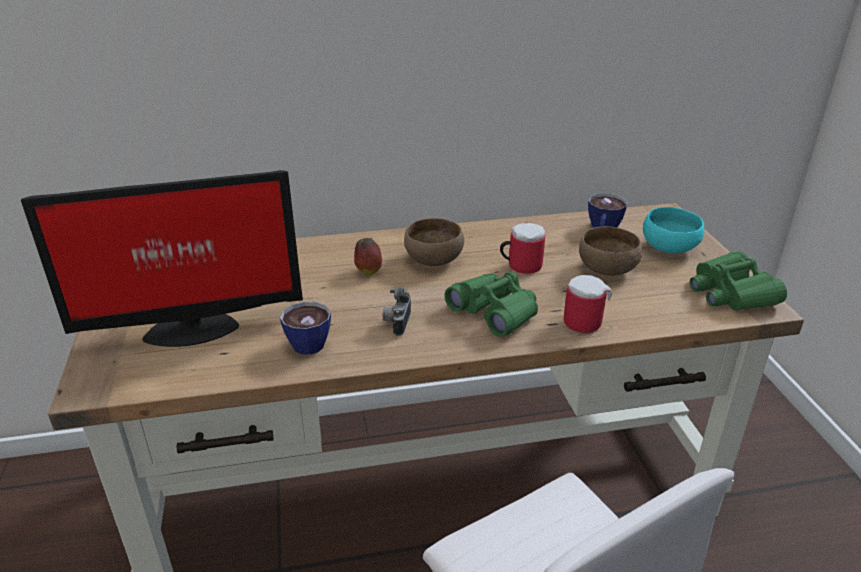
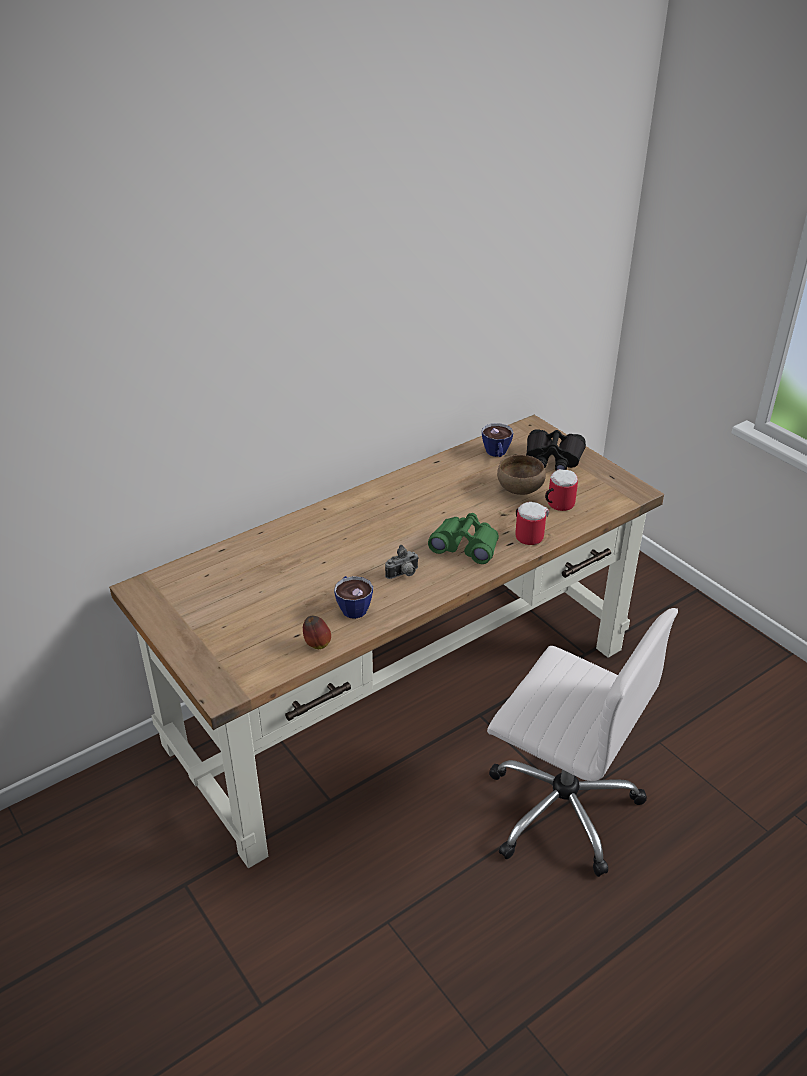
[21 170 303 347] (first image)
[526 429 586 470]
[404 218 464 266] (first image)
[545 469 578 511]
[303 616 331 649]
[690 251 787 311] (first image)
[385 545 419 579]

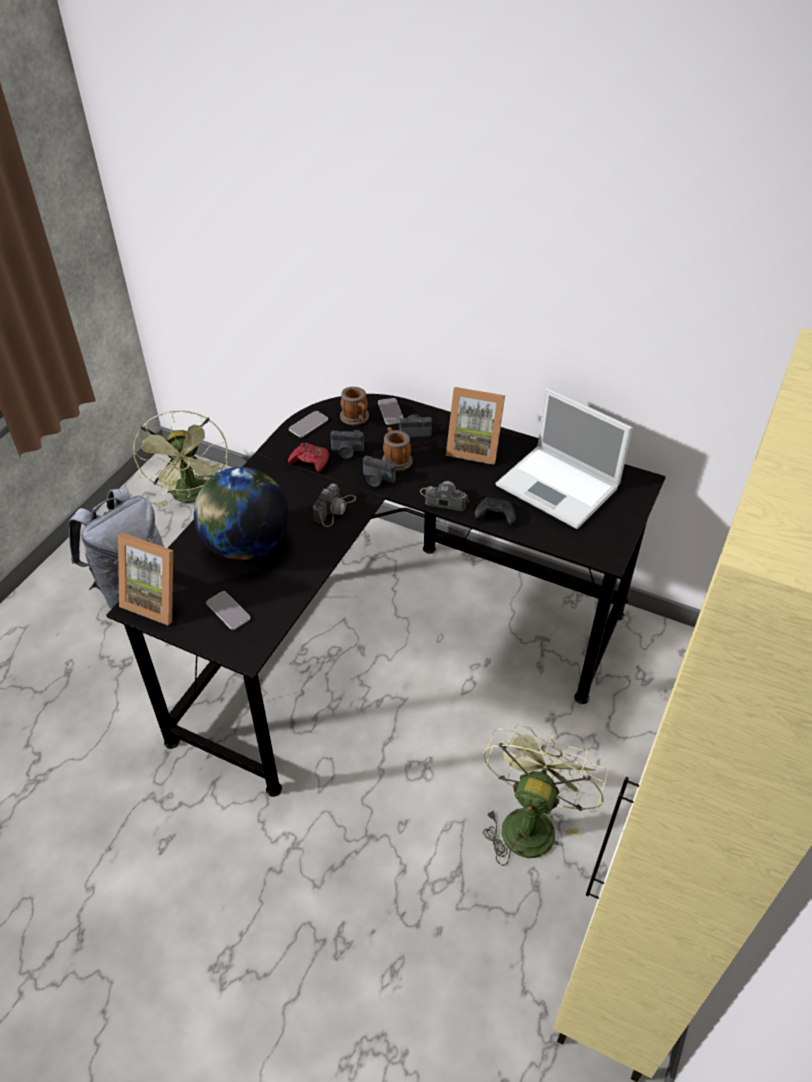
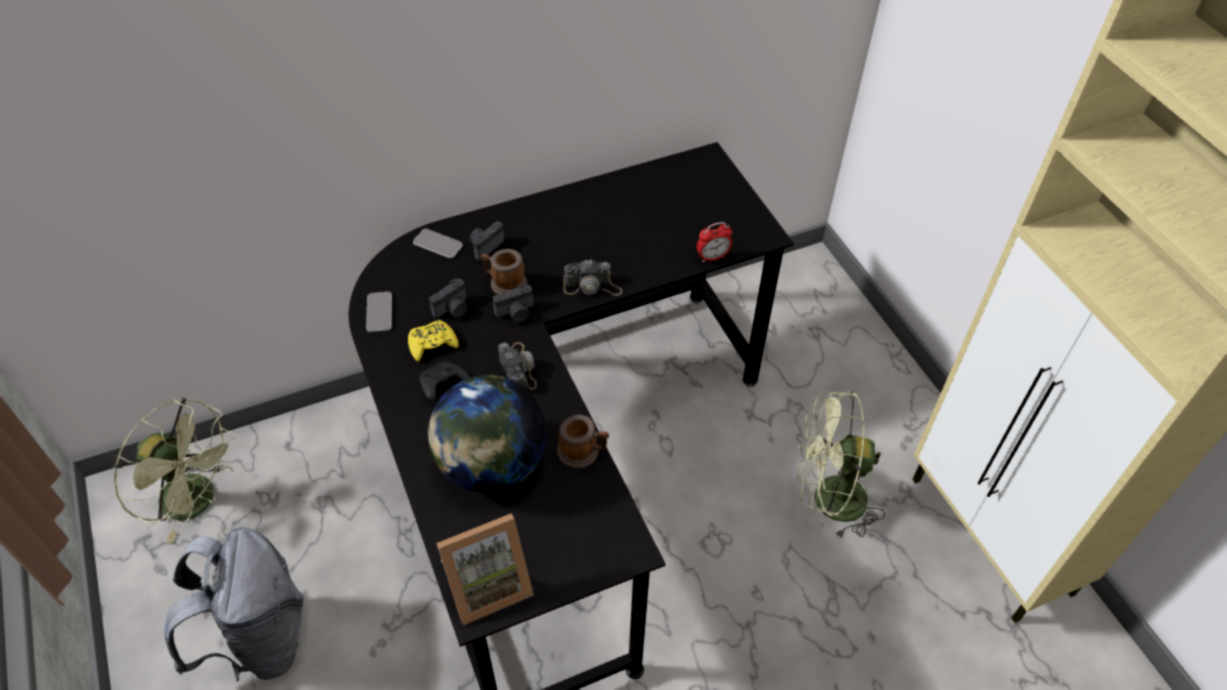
[557 415 609 468]
[446 387 505 465] (first image)
[495 387 633 529] (first image)
[408 320 459 362]
[563 259 622 296]
[420 361 470 402]
[206 591 250 630] (first image)
[796 391 885 539]
[697 222 732 262]

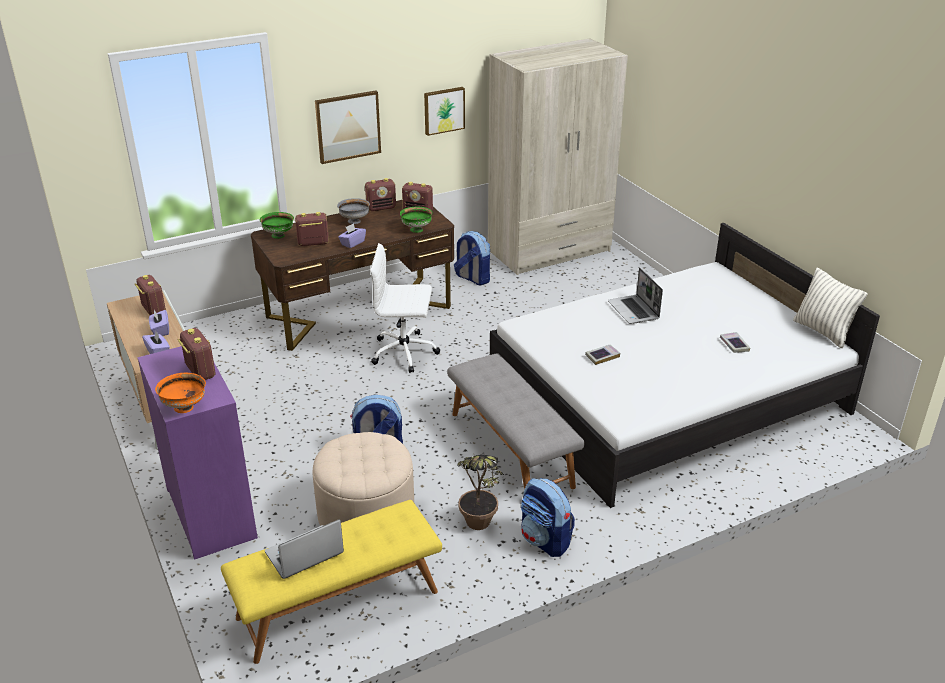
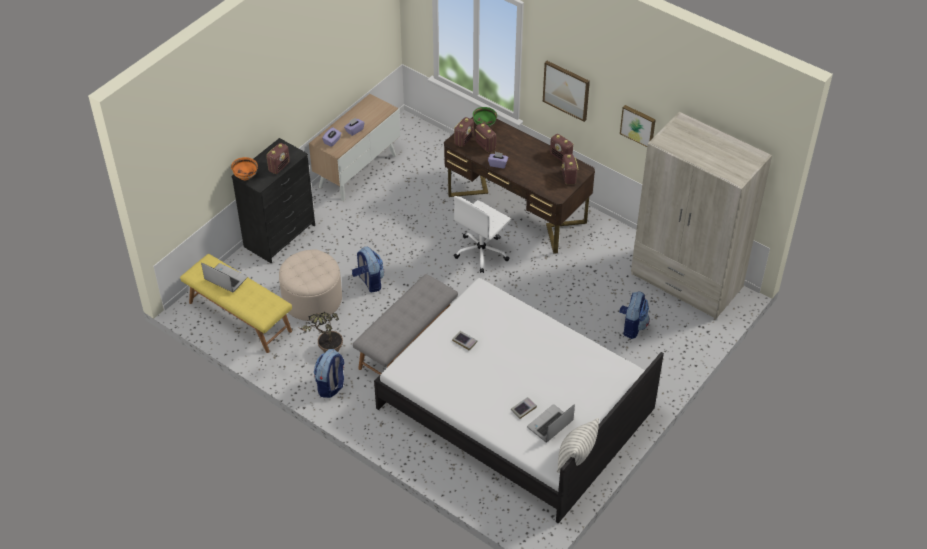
[337 198 370 224] (first image)
[400 207 433 233] (first image)
[619 291 650 339]
[454 196 511 273]
[527 404 575 442]
[454 117 474 147]
[231 138 315 263]

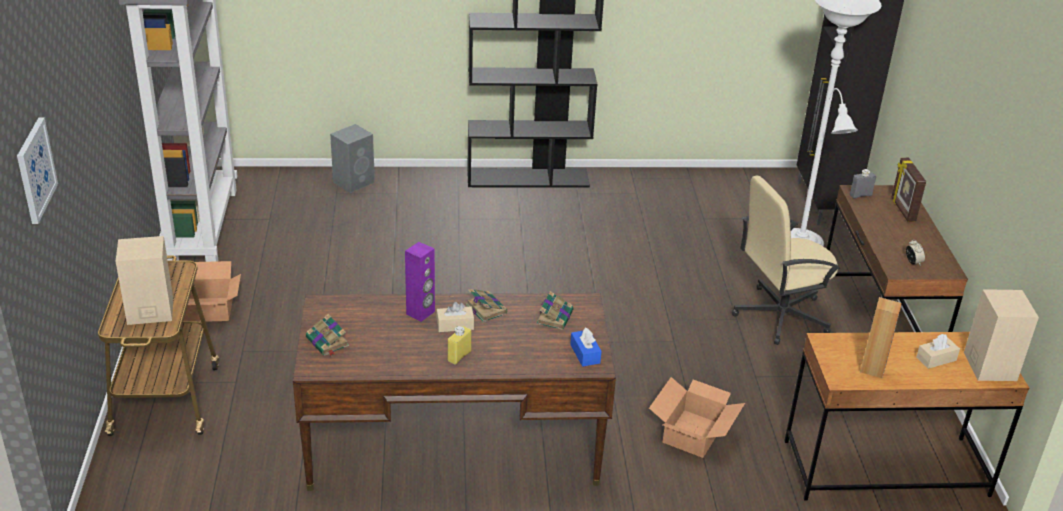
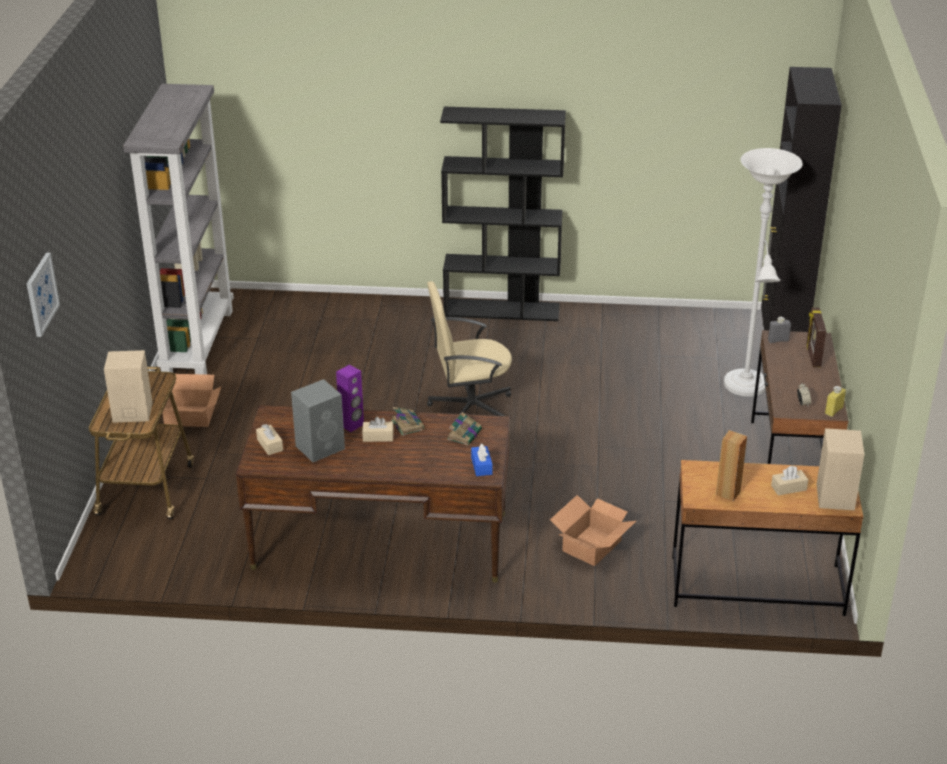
[291 379 345 462]
[427 281 512 416]
[256 424 283 455]
[825 386 846 417]

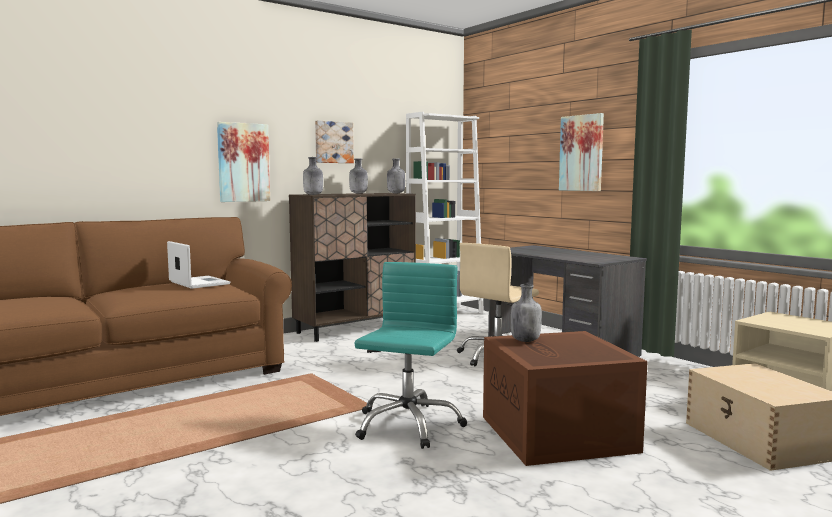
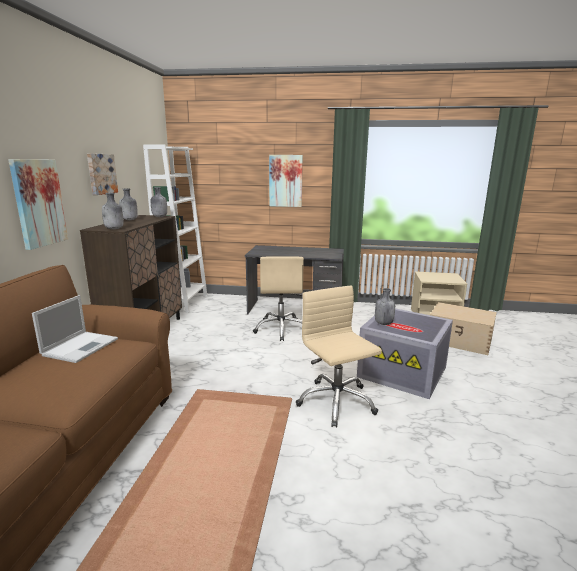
[32 295 118 363]
[296 286 382 428]
[357 308 453 399]

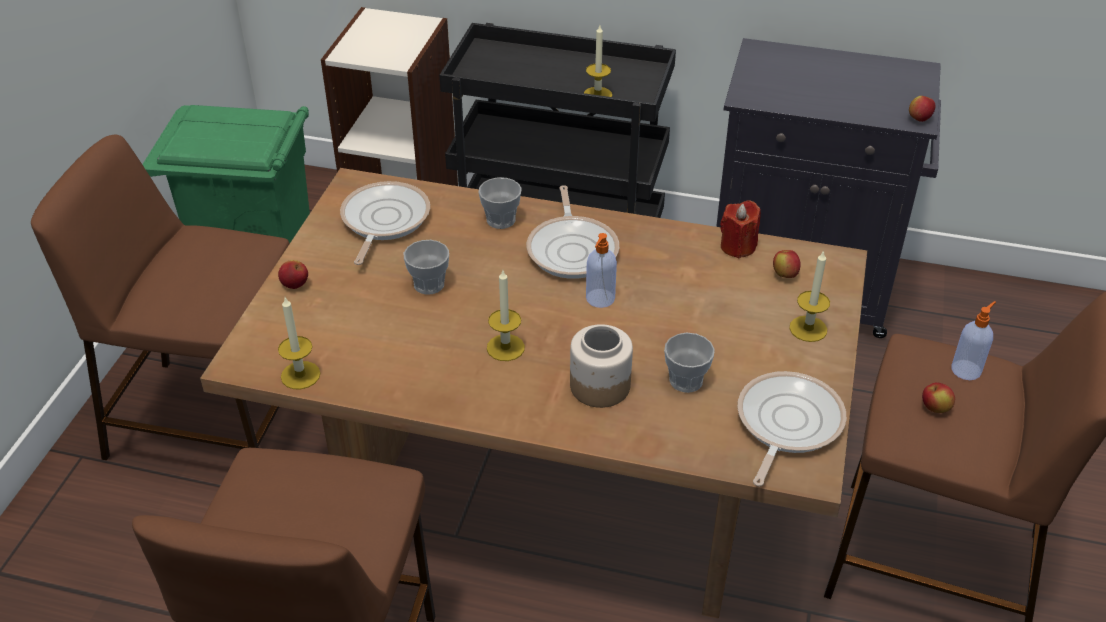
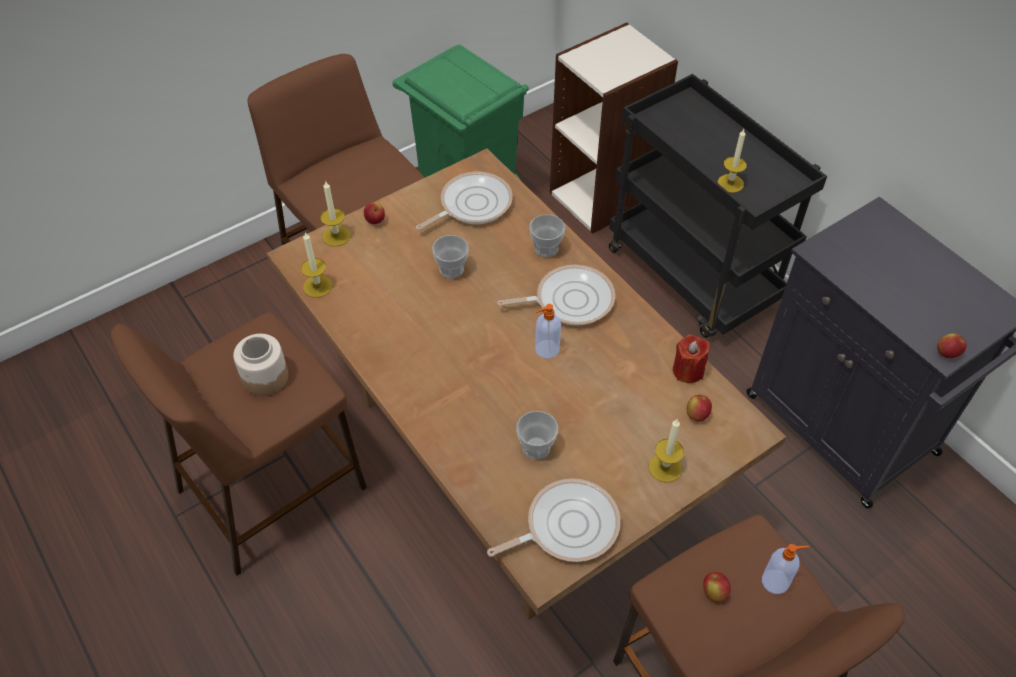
[497 265 615 326]
[320 180 350 246]
[233 334 288 396]

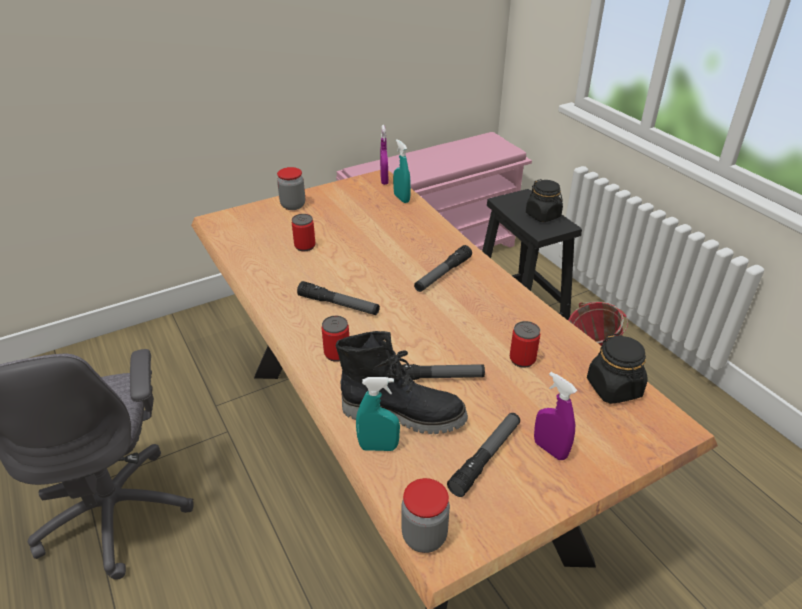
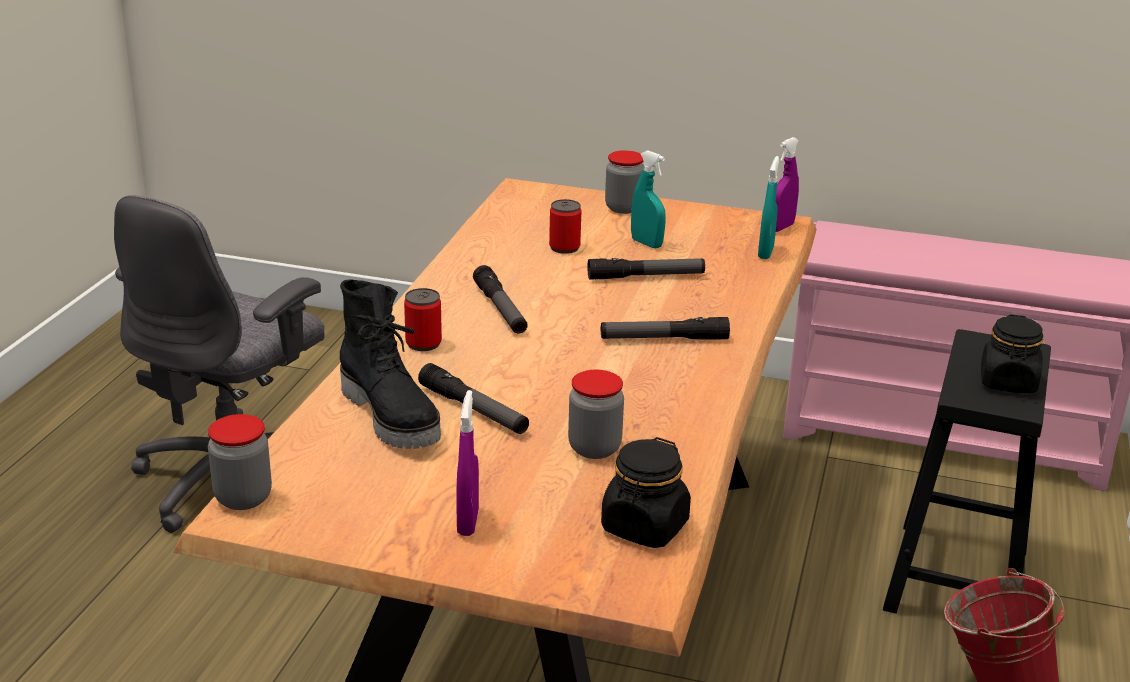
[568 370 624 459]
[631 150 666 248]
[588 258 705 280]

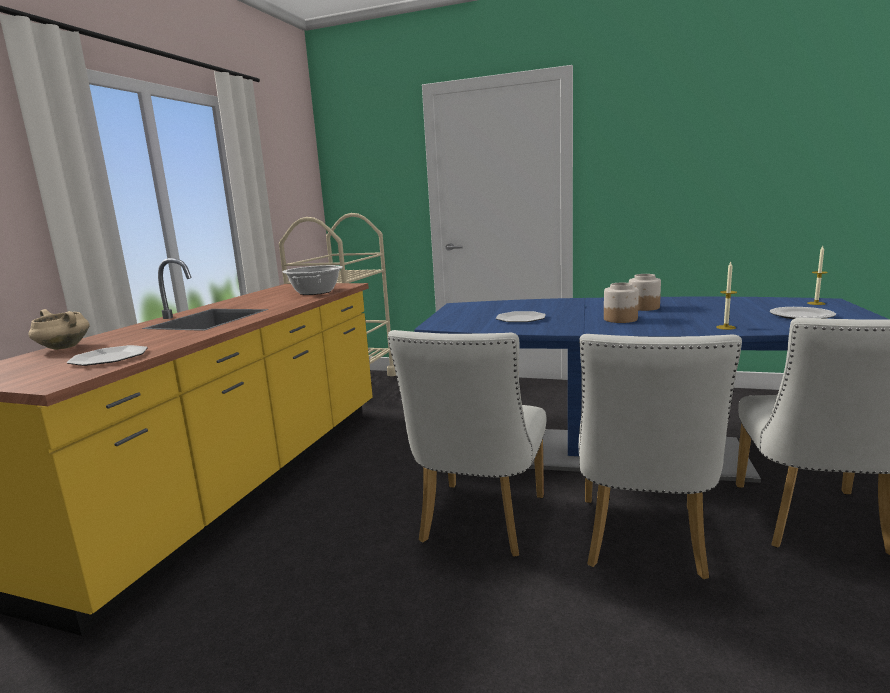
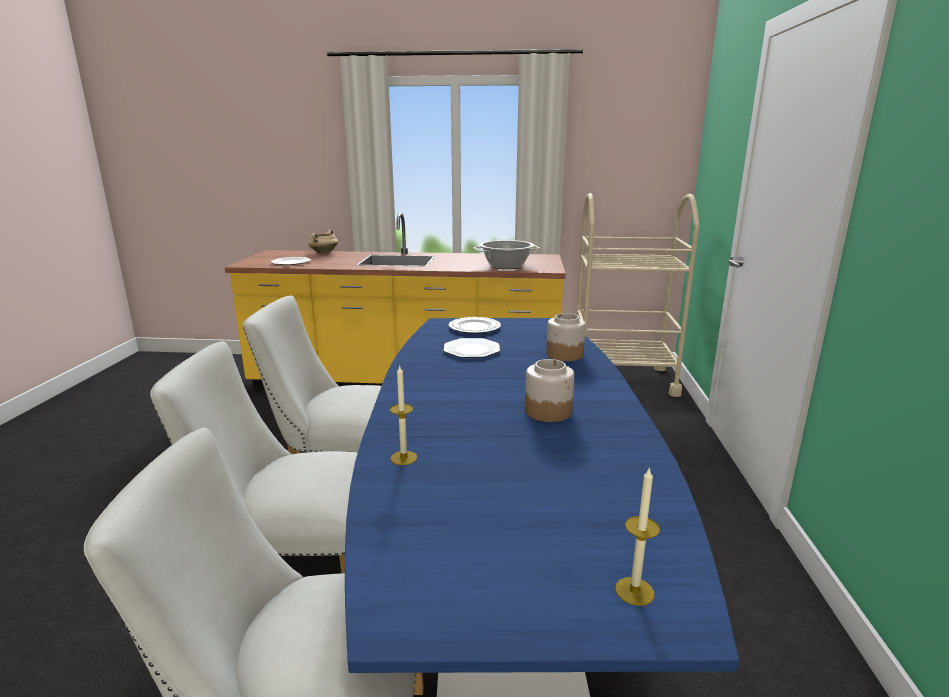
[546 313 586 361]
[448 317 501 334]

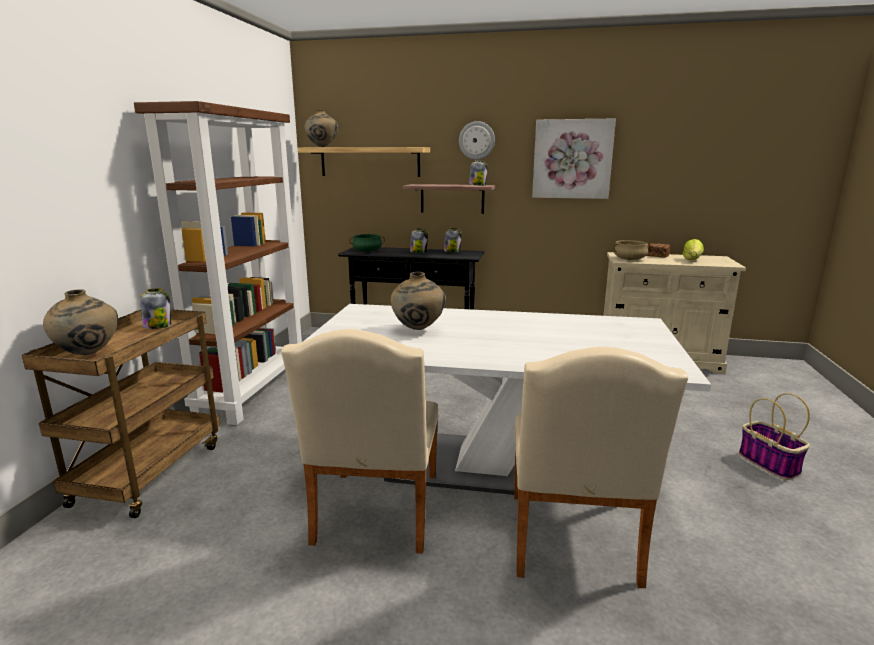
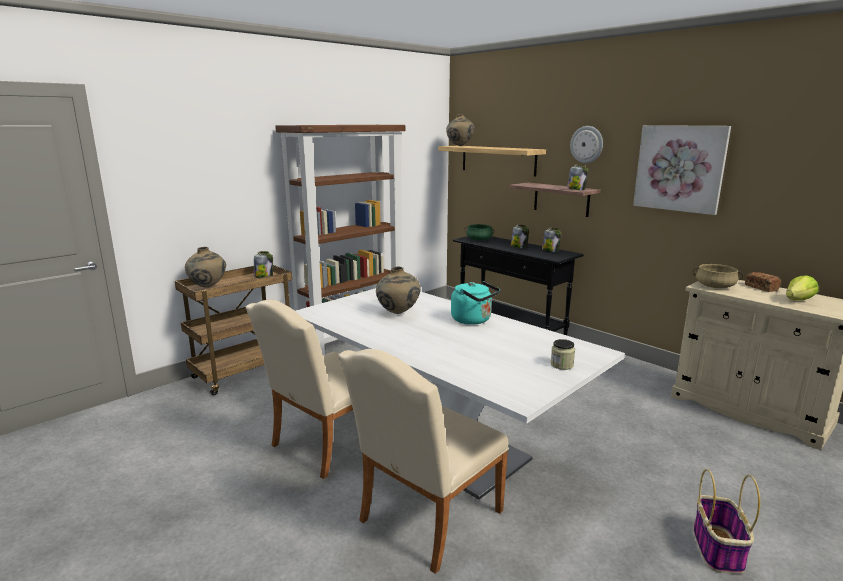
[451 281 500 325]
[551 339 575 370]

